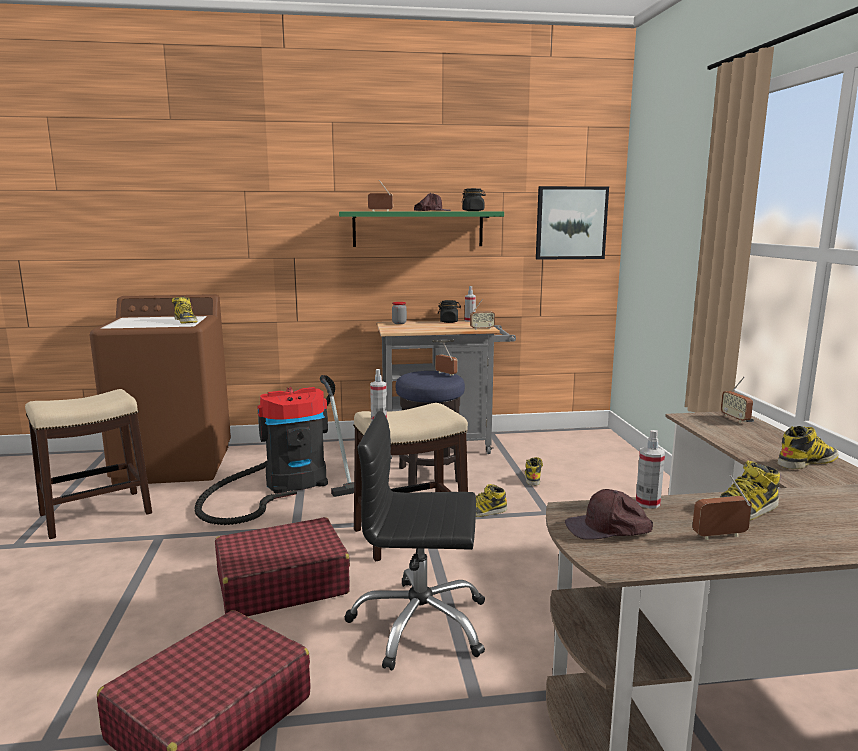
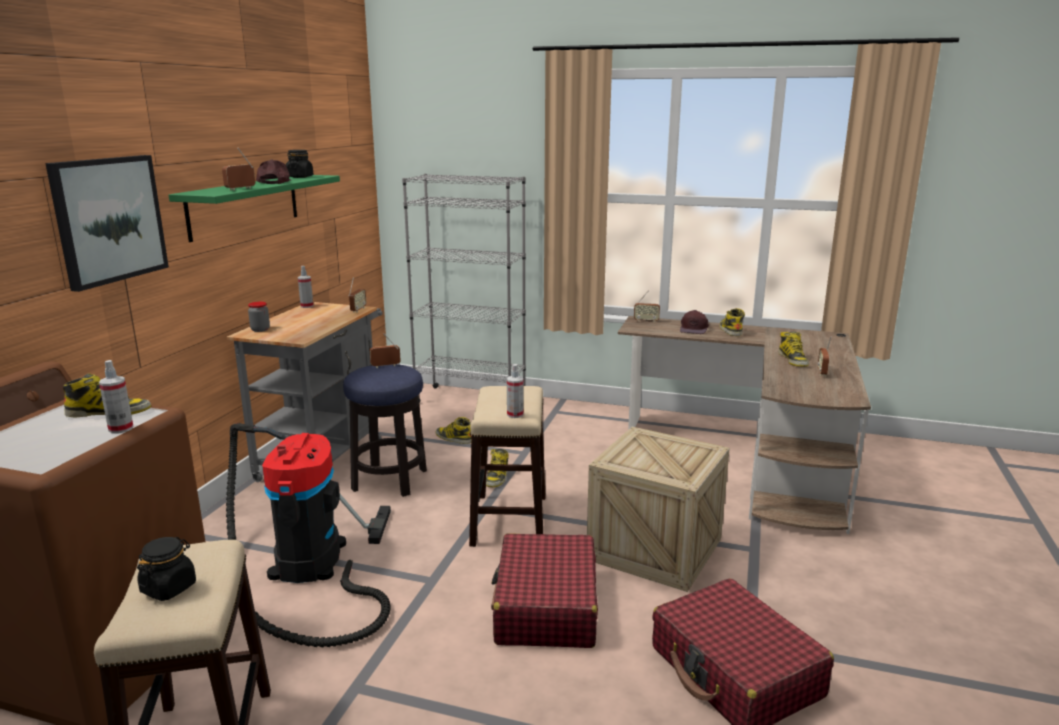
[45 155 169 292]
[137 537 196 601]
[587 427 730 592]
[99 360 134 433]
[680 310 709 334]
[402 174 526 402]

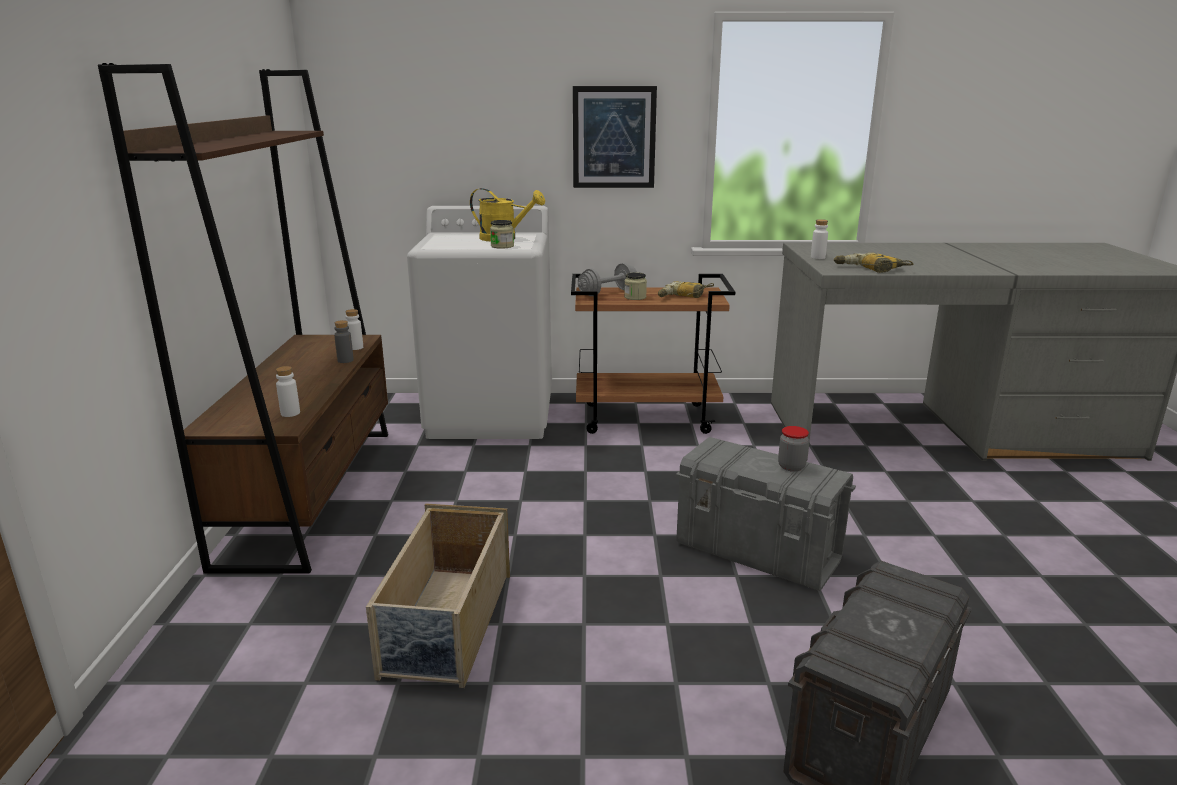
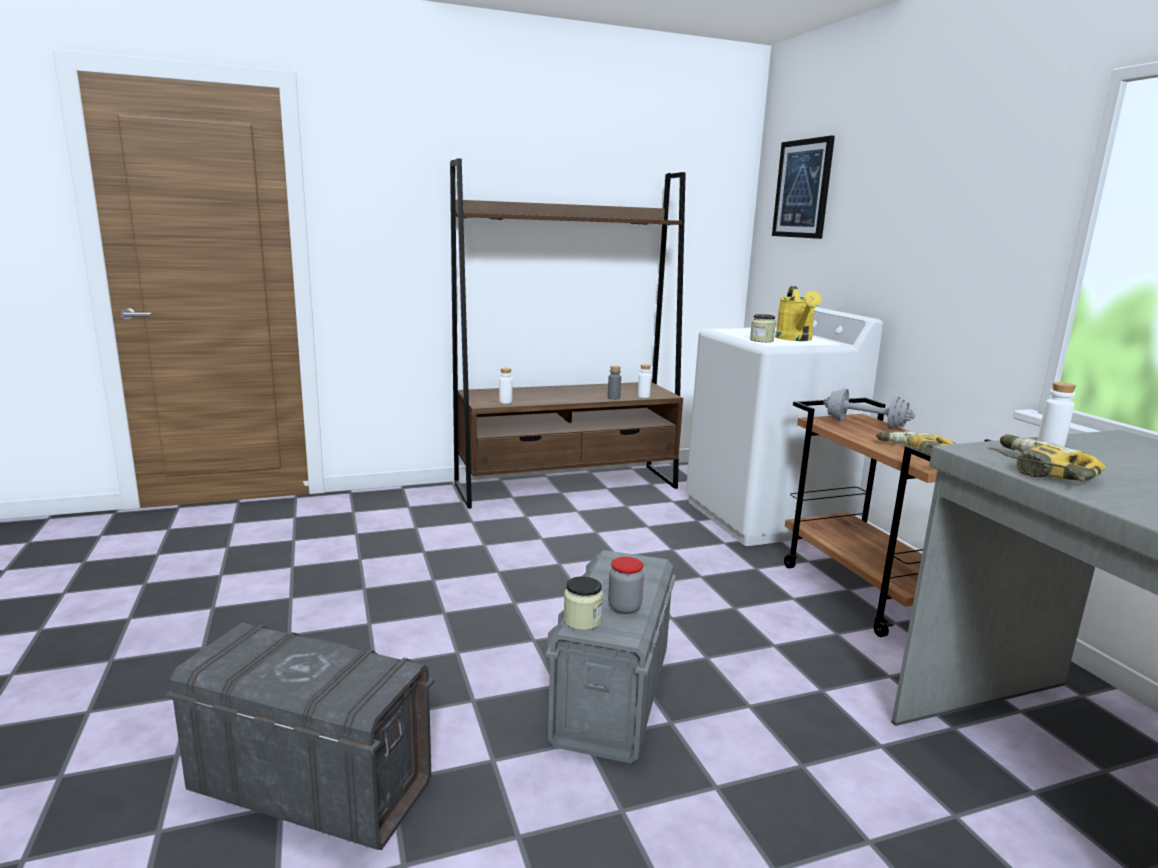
[772 135 835 239]
[563 576 603 630]
[366 503 510 688] (first image)

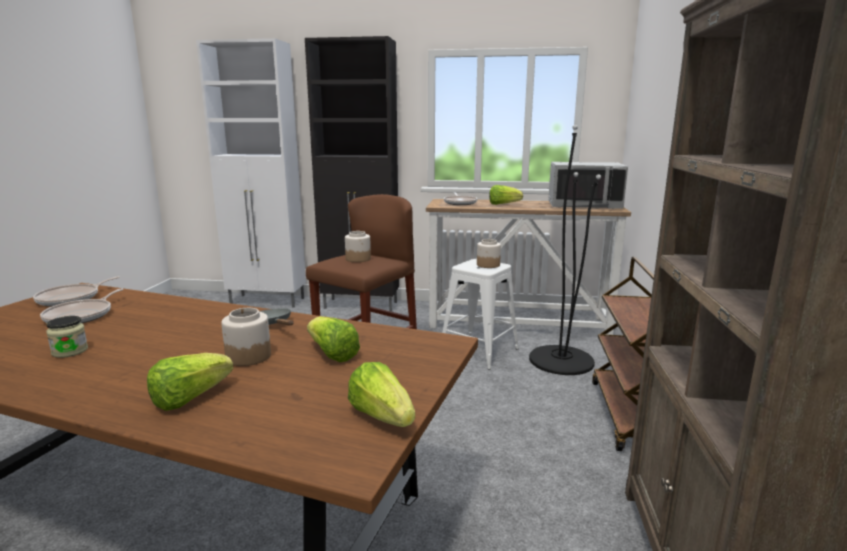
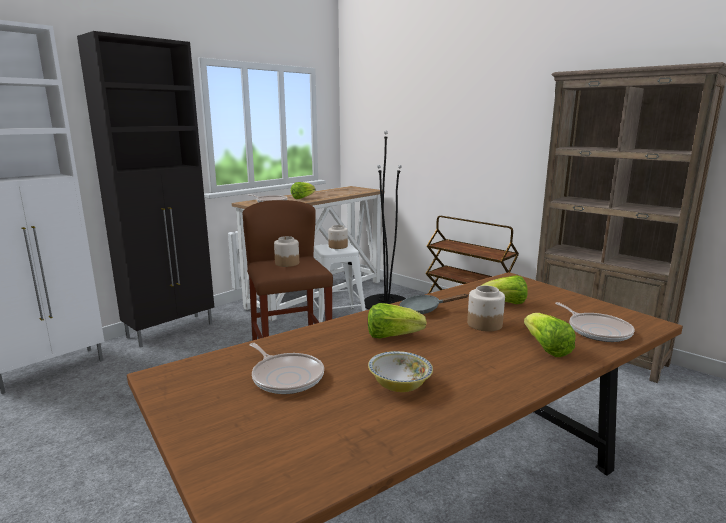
[548 162 628 209] (first image)
[555 302 635 342]
[368 351 433 392]
[368 303 427 339]

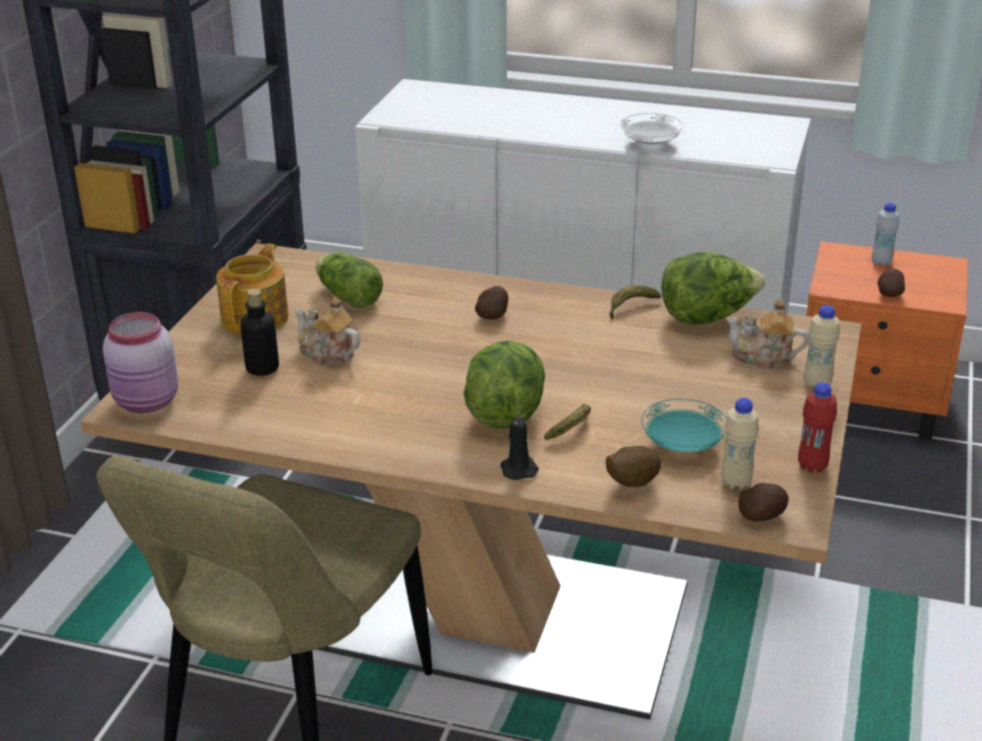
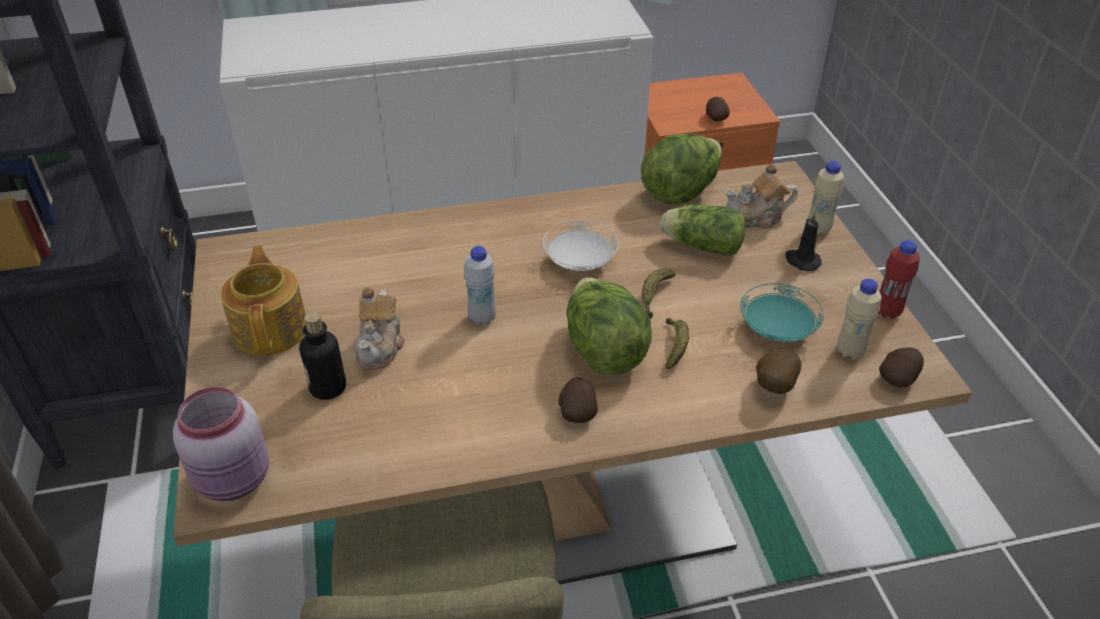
[543 220 619 271]
[464 246 496 325]
[661 205 746 256]
[642 269 676 319]
[558 377 598 423]
[354 287 405 370]
[785 212 822 271]

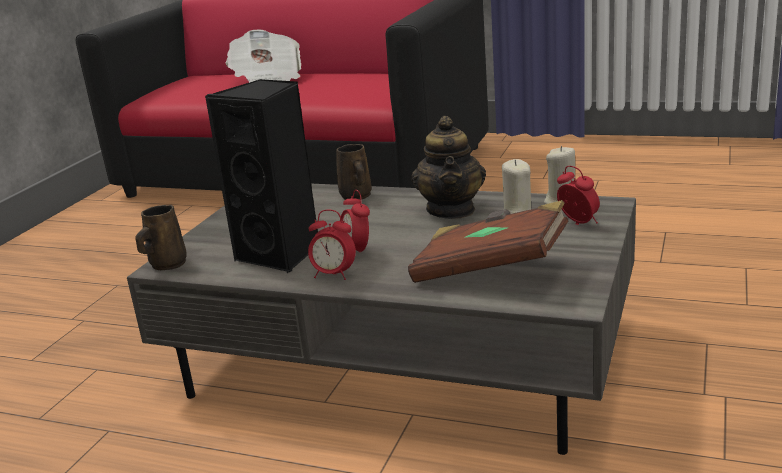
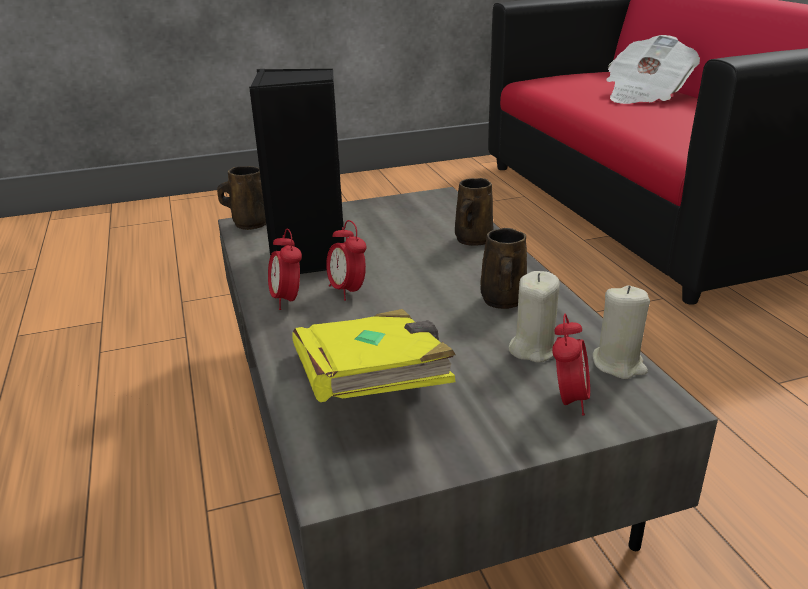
[480 228 527 309]
[326 220 367 301]
[292 309 456 402]

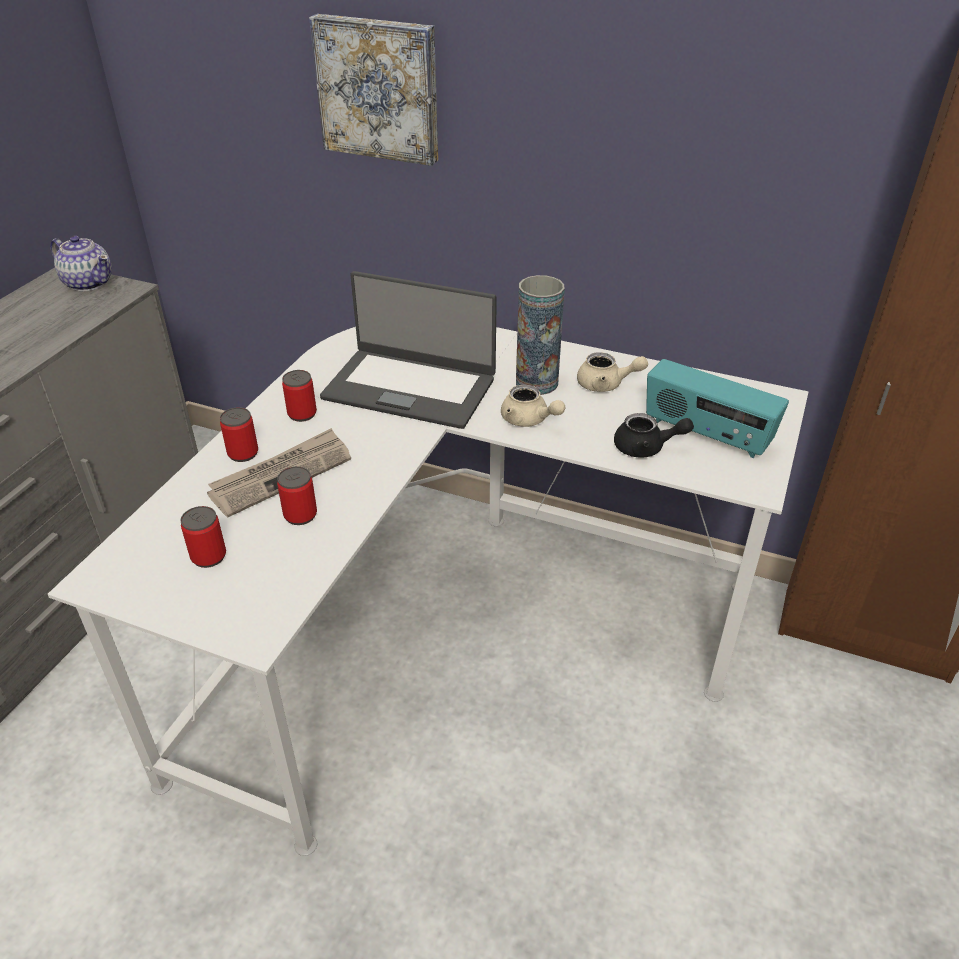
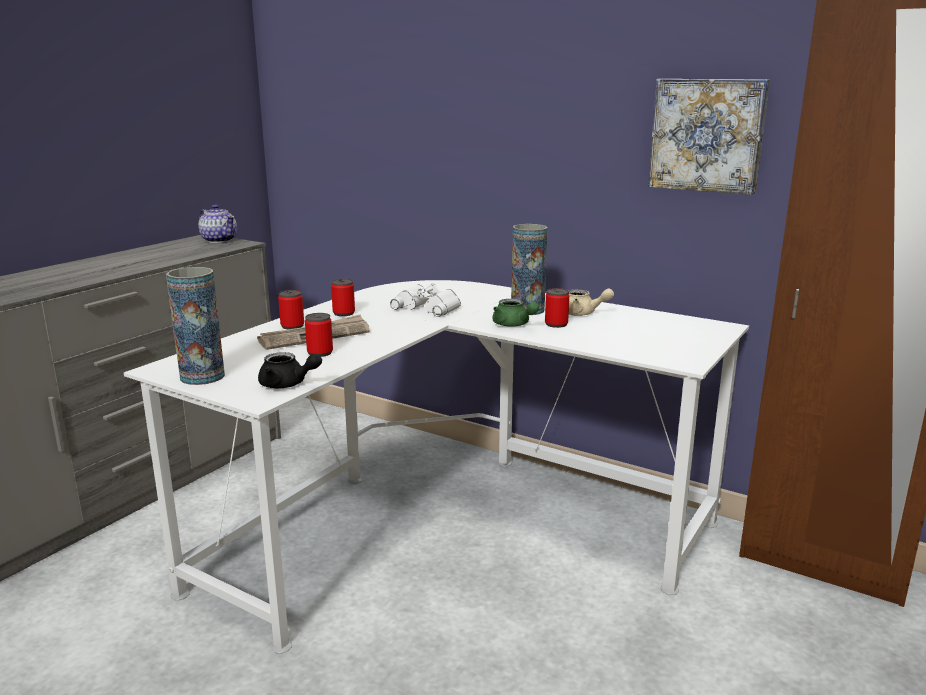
[648 79 770 195]
[390 284 461 317]
[646 359 789 458] (first image)
[492 299 539 327]
[258 352 322 388]
[545 288 569 328]
[166 267 225 385]

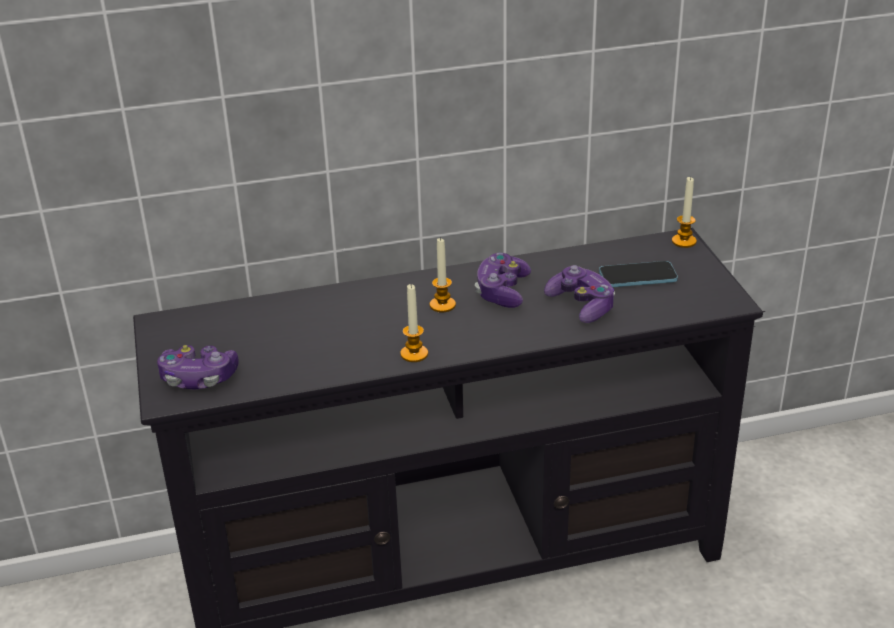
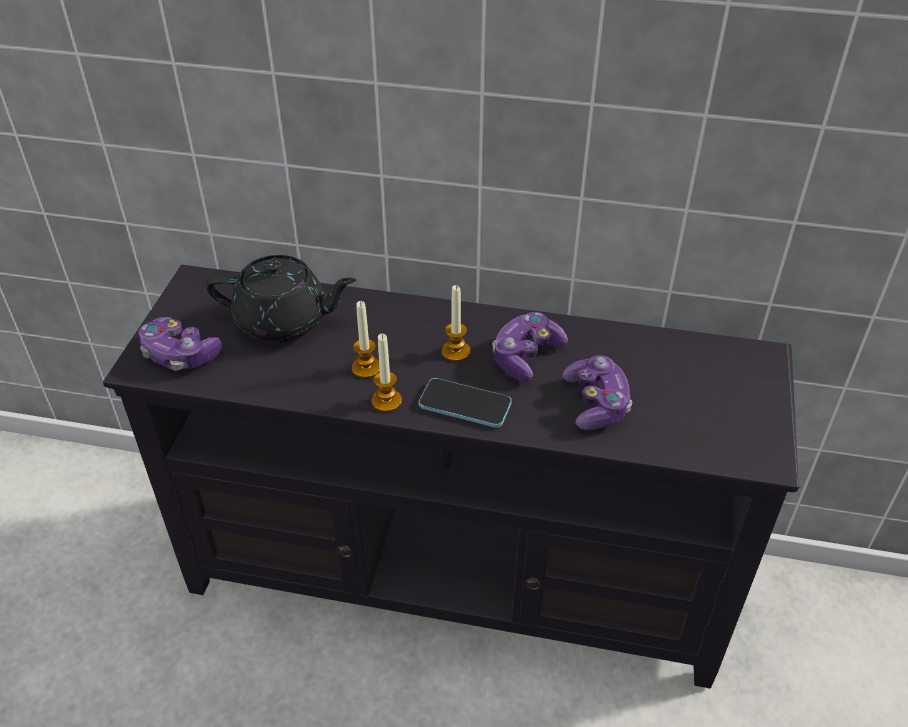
[352 301 380 378]
[419 378 512 428]
[206 255 356 342]

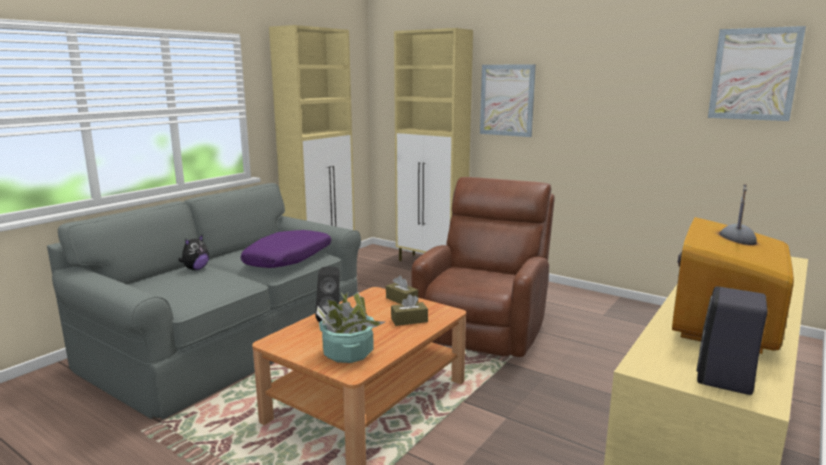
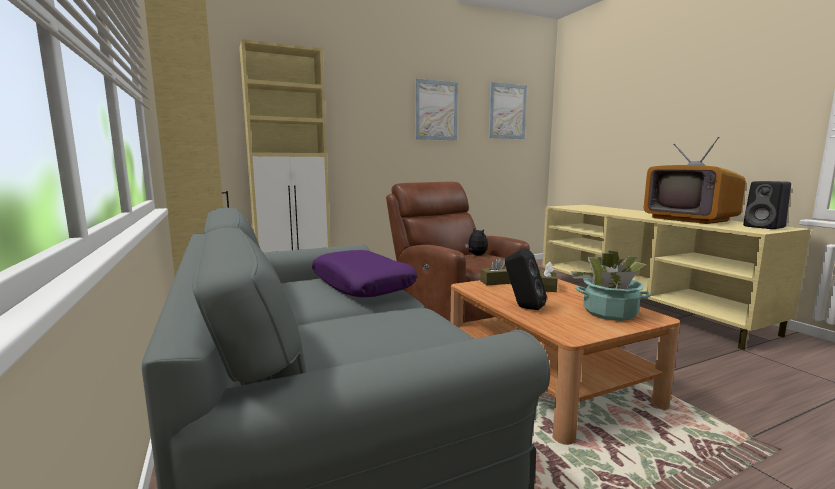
[415 79 458 140]
[465 228 488 256]

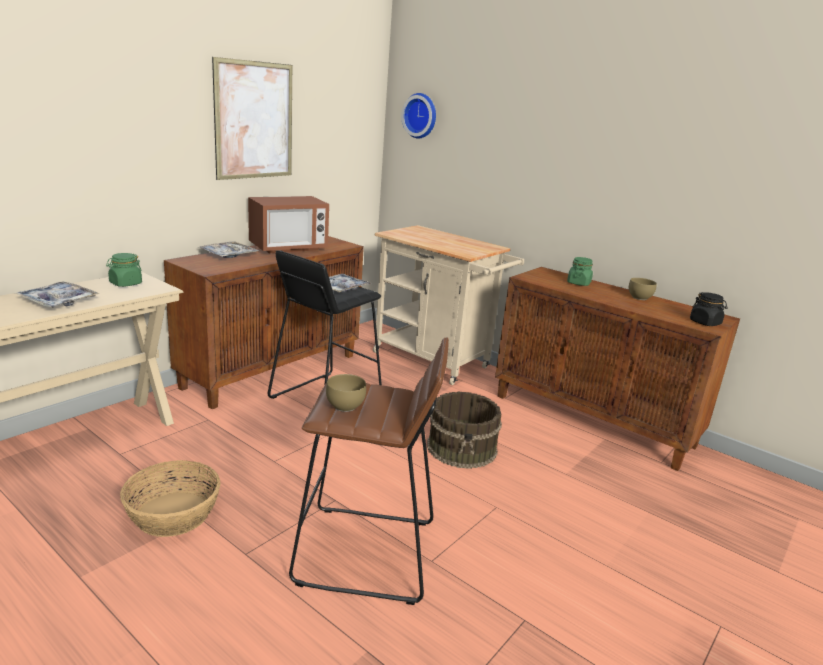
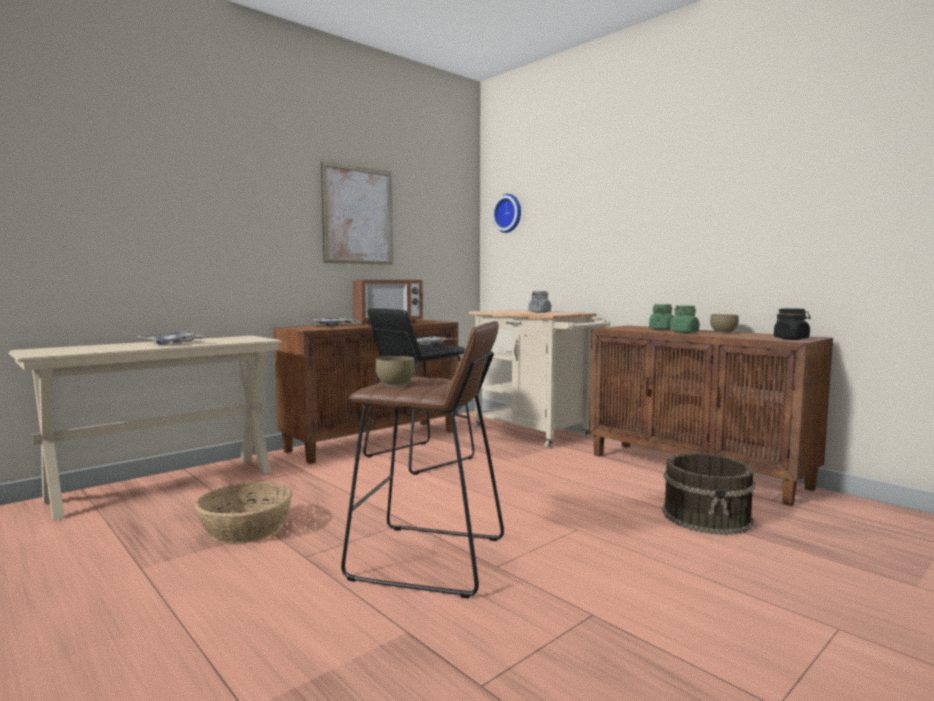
[670 305 699 333]
[662 453 755 535]
[529 291 551 313]

